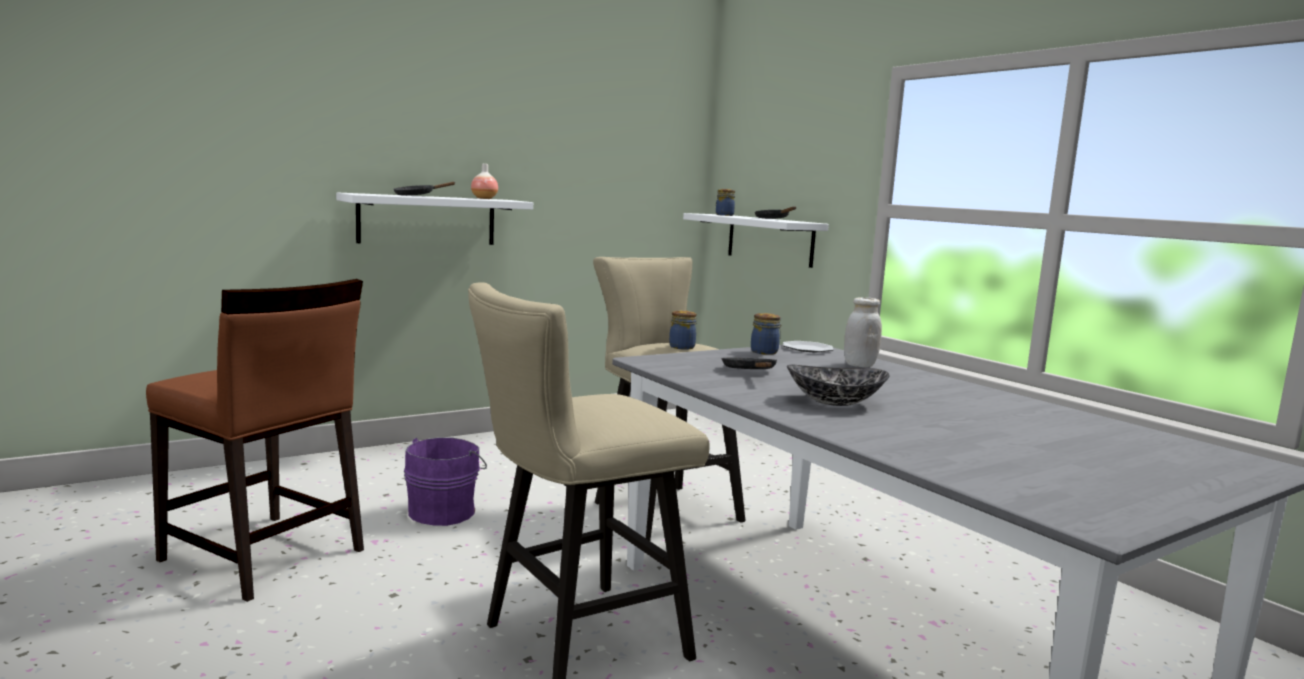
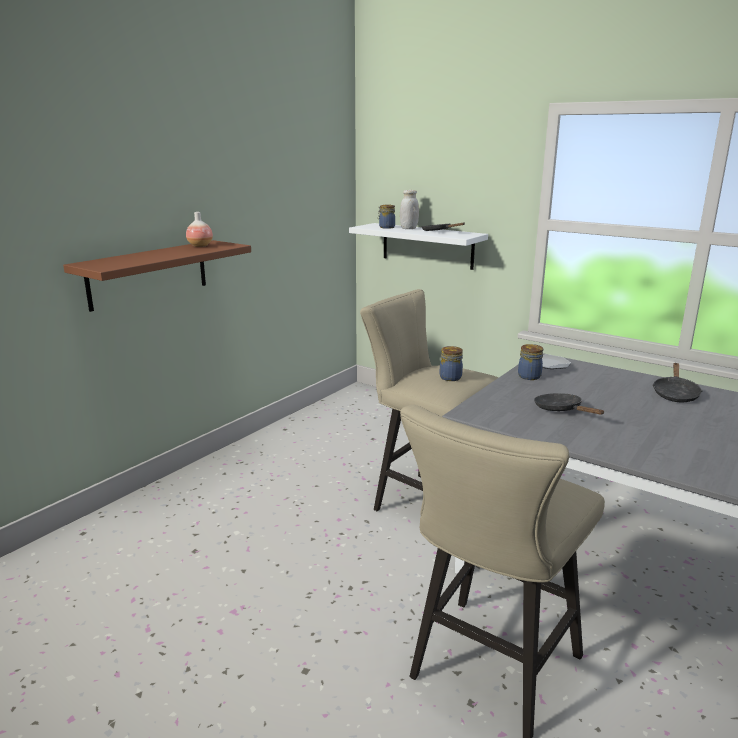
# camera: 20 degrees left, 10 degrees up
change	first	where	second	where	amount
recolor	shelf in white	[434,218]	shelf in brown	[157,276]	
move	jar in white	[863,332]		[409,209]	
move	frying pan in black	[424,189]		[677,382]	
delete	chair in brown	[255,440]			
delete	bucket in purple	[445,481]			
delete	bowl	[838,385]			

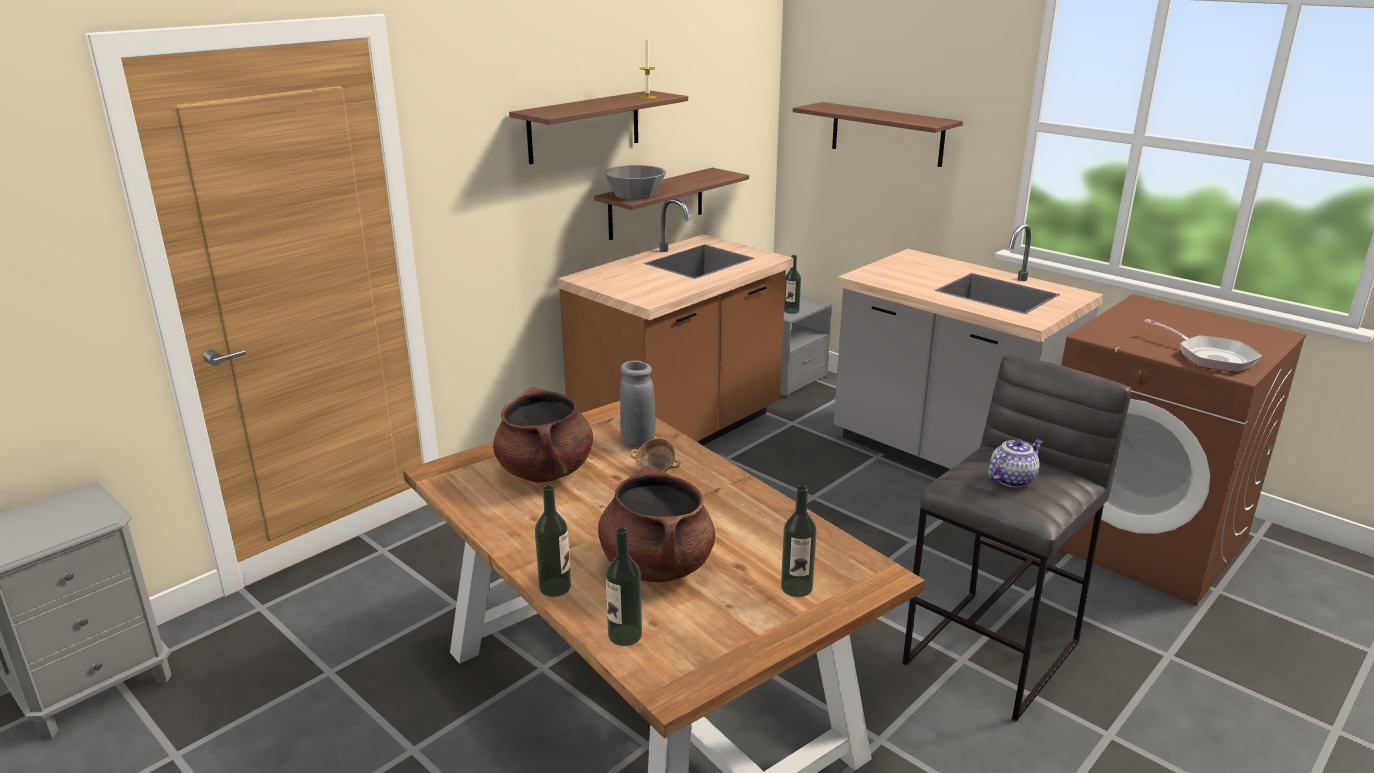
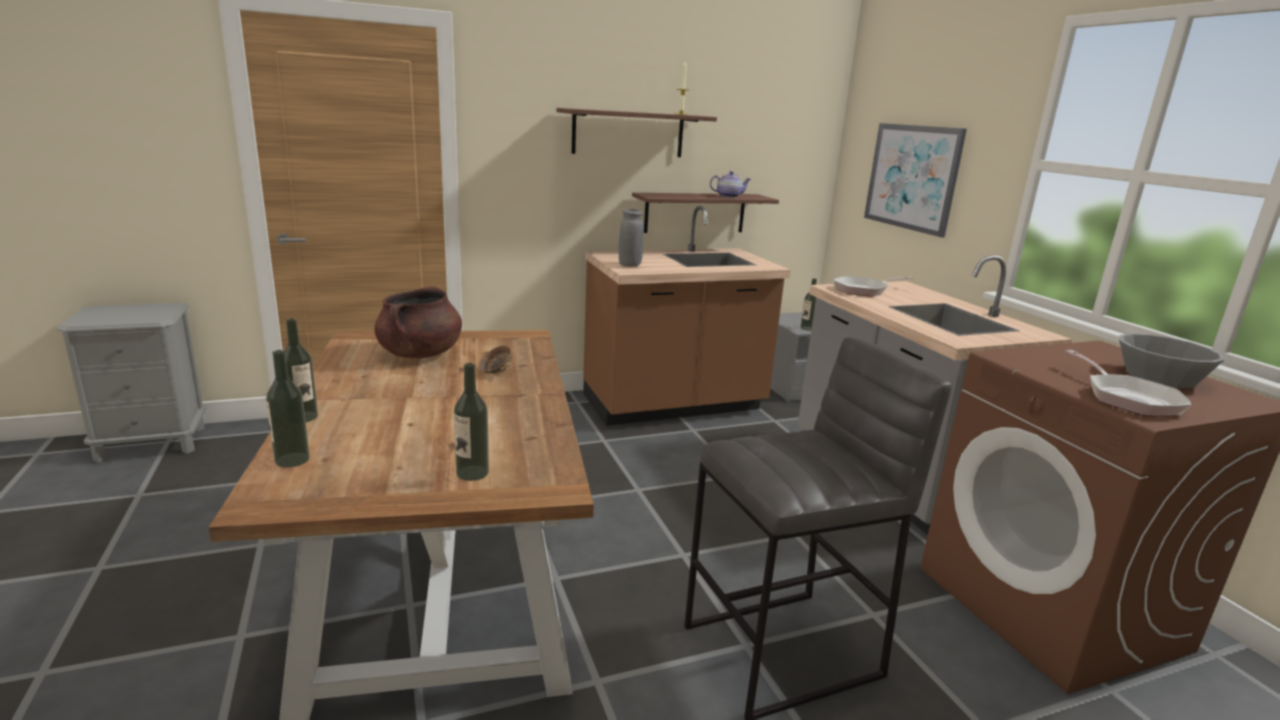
# camera: 25 degrees right, 5 degrees down
change	first	where	second	where	amount
move	vase in grey	[638,403]		[631,238]	
move	teapot	[1015,463]		[730,184]	
insert			frying pan	[873,286]	
replace	shelf	[878,134]	picture	[915,180]	
move	bowl in grey	[635,182]		[1172,360]	
delete	cooking pot in brown	[656,523]			

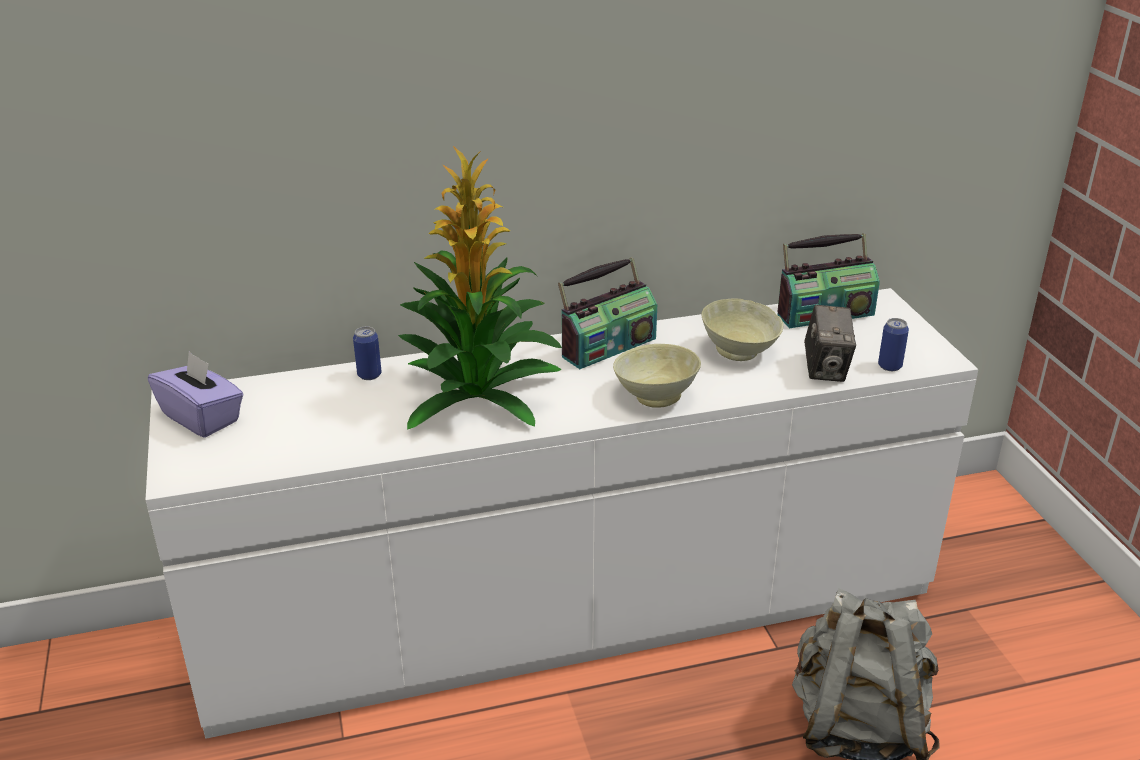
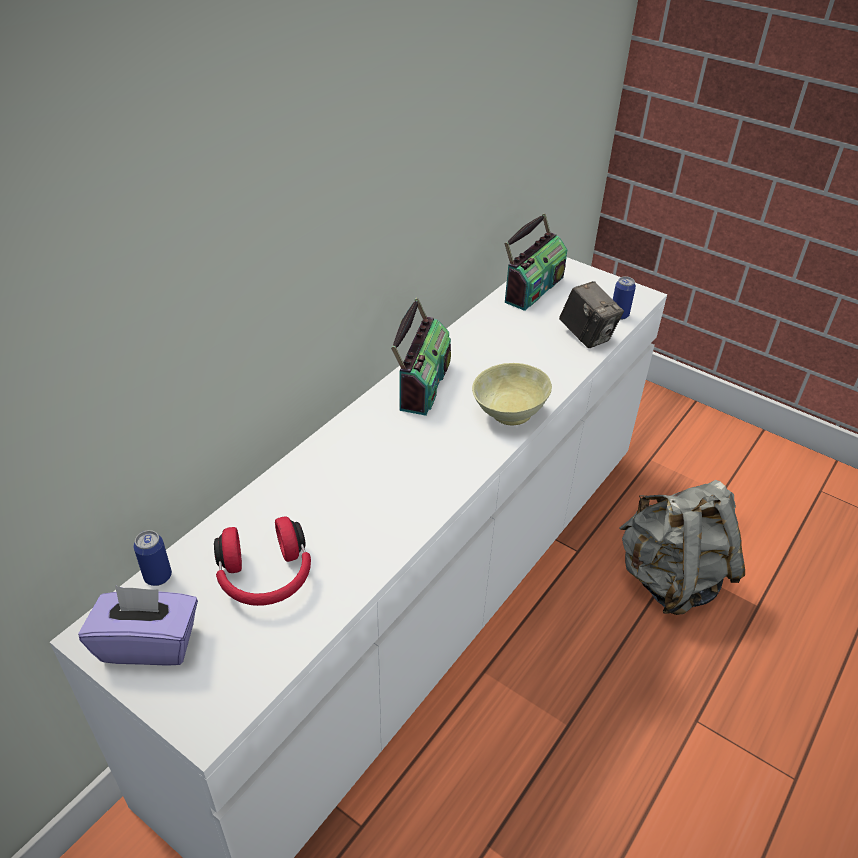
# camera: 40 degrees left, 10 degrees up
change	first	where	second	where	amount
move	can	[367,353]		[153,558]	
insert			headphones in red	[262,561]	
delete	potted plant	[480,288]			
delete	bowl in beige	[742,329]			

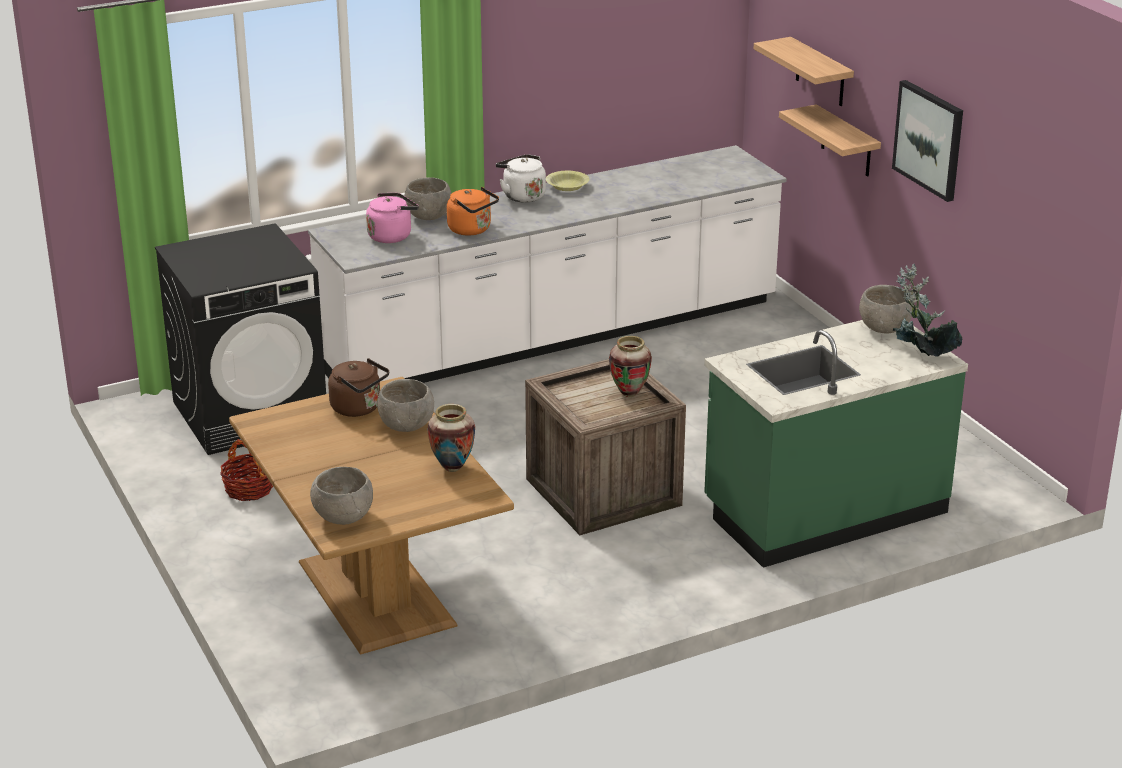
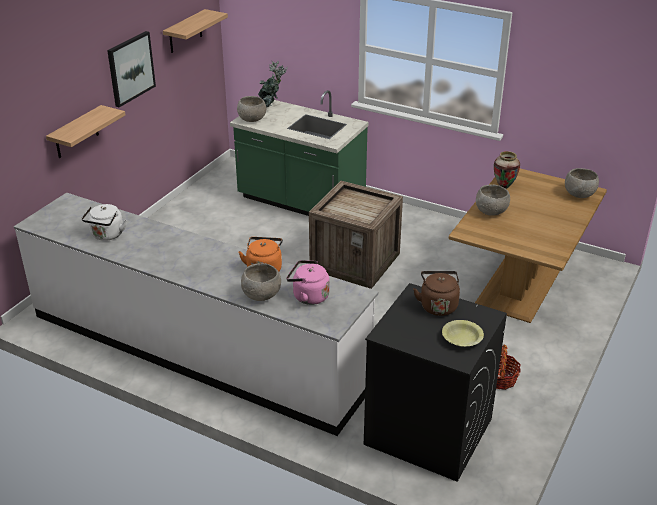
# camera: 125 degrees left, 5 degrees up
change	first	where	second	where	amount
move	kettle in white	[521,178]		[104,222]	
move	shelf	[804,71]		[195,31]	
move	kettle in brown	[358,387]		[436,293]	
move	bowl in yellow	[567,181]		[463,333]	
delete	vase	[630,366]			

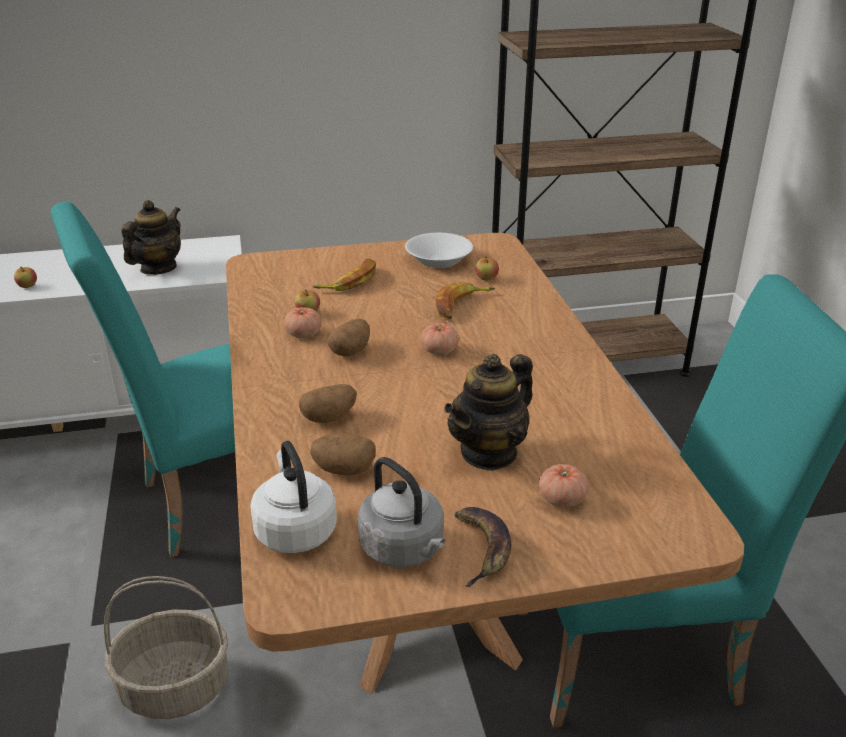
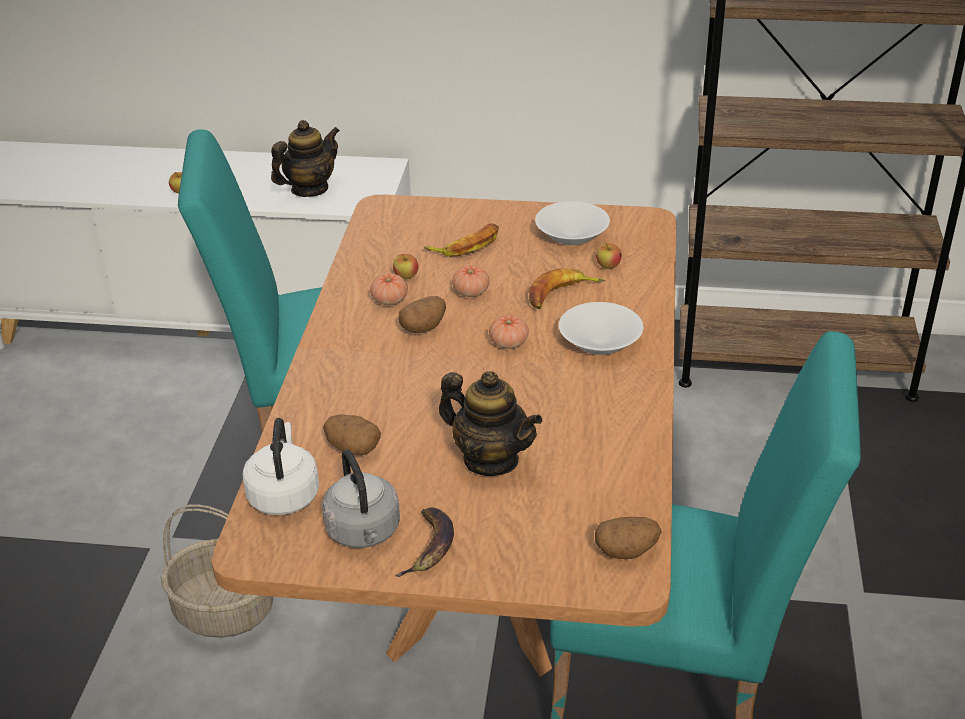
# camera: 20 degrees right, 5 degrees up
change	first	where	second	where	amount
rotate	teapot	[488,412]		[491,423]	120 degrees counterclockwise
move	tomato	[564,485]		[471,281]	
insert			bowl in white	[601,328]	
move	potato	[328,403]		[628,538]	

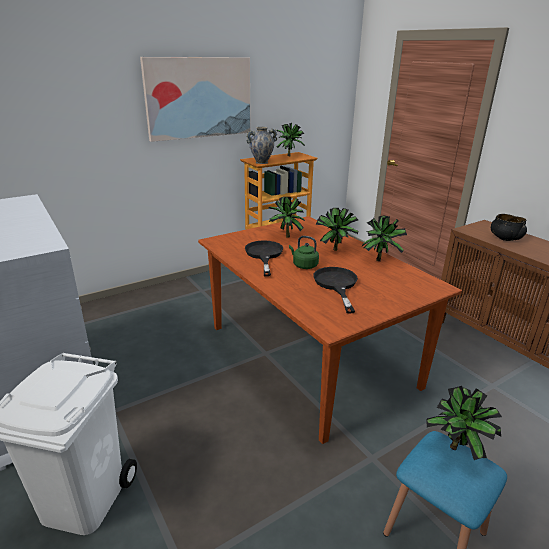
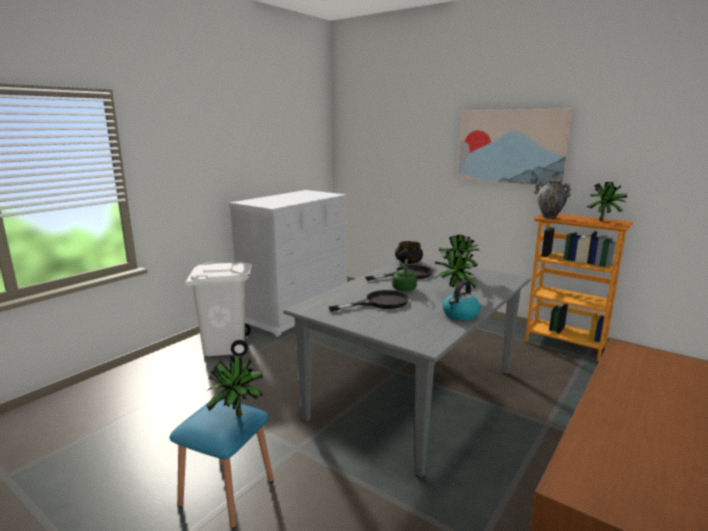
# camera: 70 degrees right, 10 degrees down
change	first	where	second	where	amount
recolor	dining table in brown	[330,330]	dining table in grey	[407,367]	
move	bowl in black	[509,227]		[409,252]	
replace	potted plant	[384,238]	kettle	[461,301]	

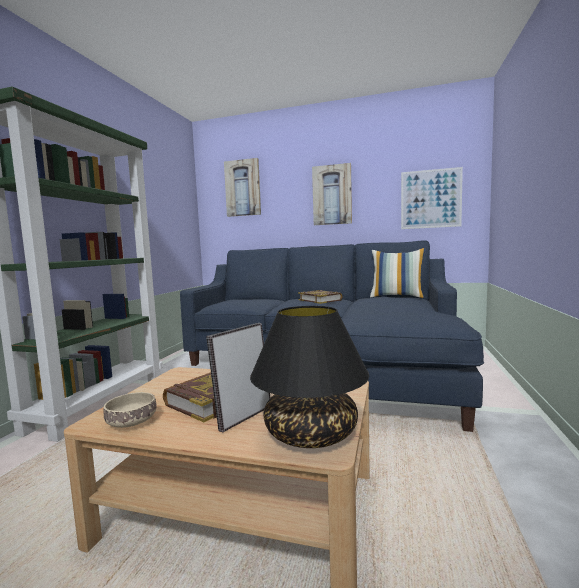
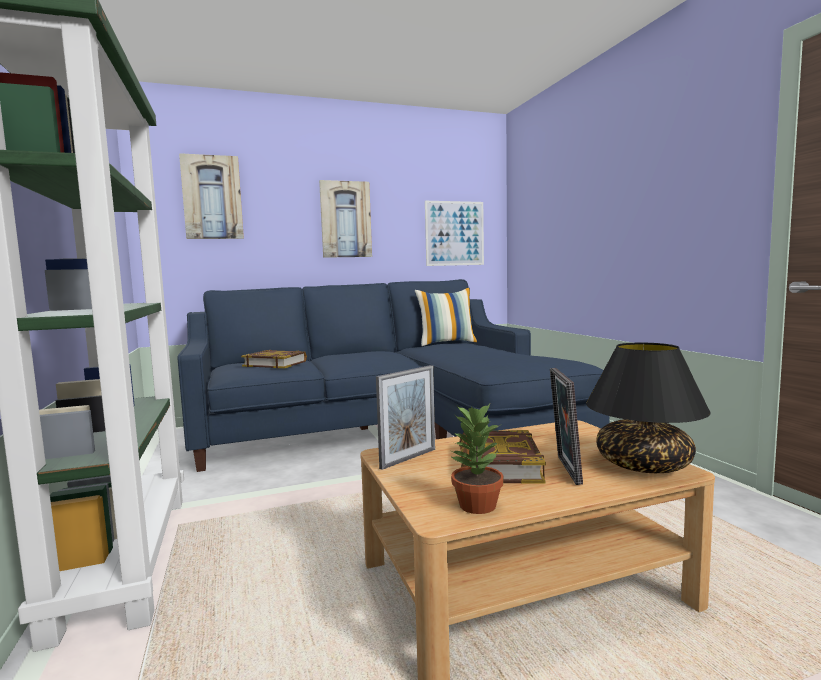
# camera: 35 degrees left, 0 degrees up
change	first	where	second	where	amount
move	book	[320,297]		[274,359]	
insert			picture frame	[405,417]	
replace	bowl in beige	[130,410]	potted plant	[477,459]	

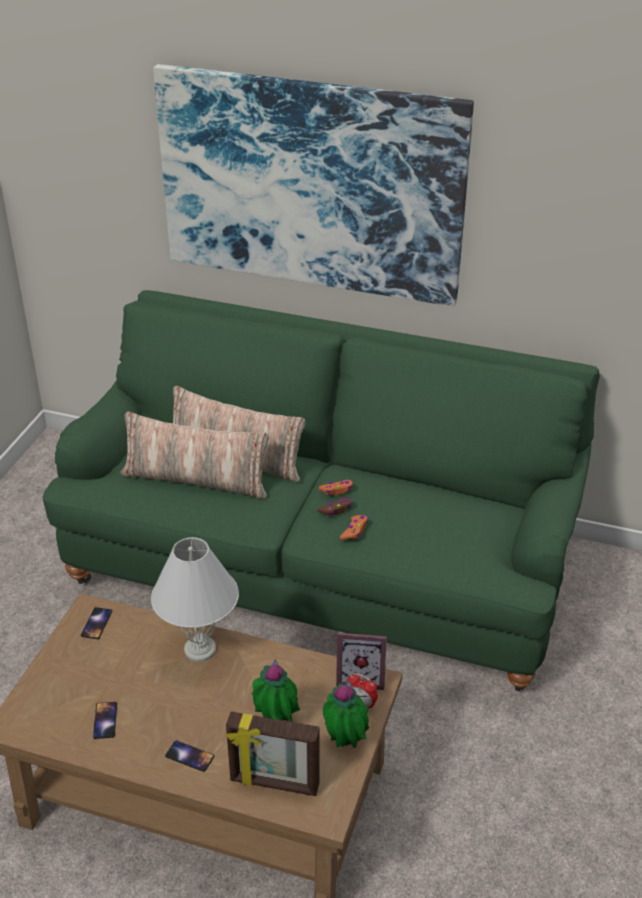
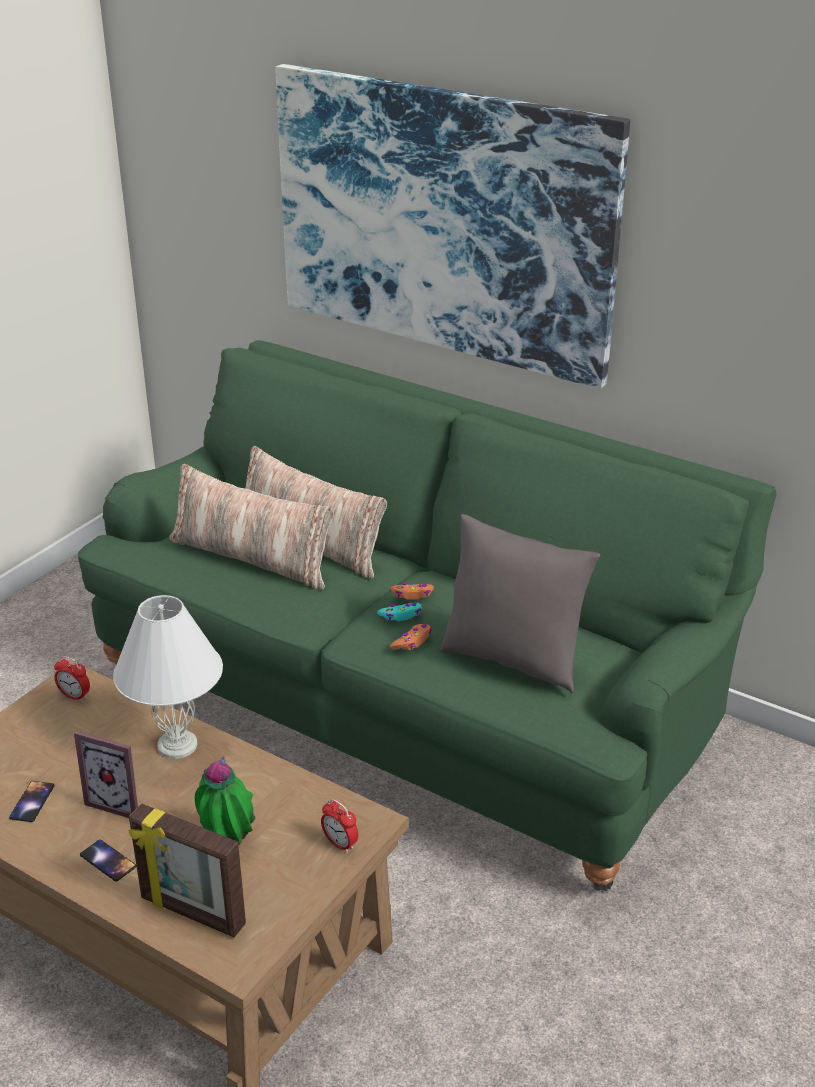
# camera: 15 degrees right, 5 degrees down
change	first	where	second	where	amount
replace	phone	[96,623]	alarm clock	[72,678]	
move	picture frame	[361,661]		[106,774]	
recolor	game controller in brown	[334,506]	game controller in turquoise	[399,612]	
insert			pillow in grey	[520,603]	
delete	potted plant	[346,714]			

